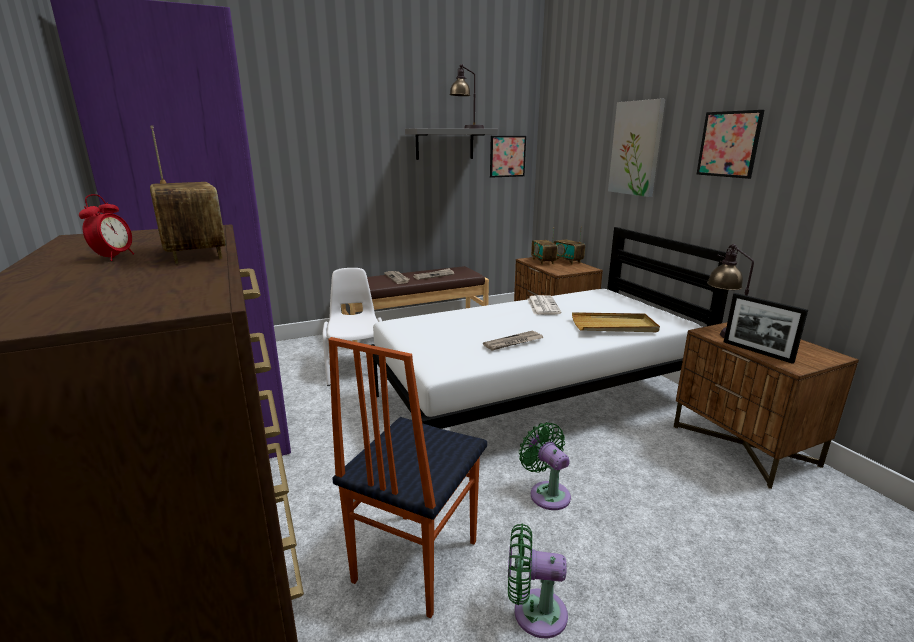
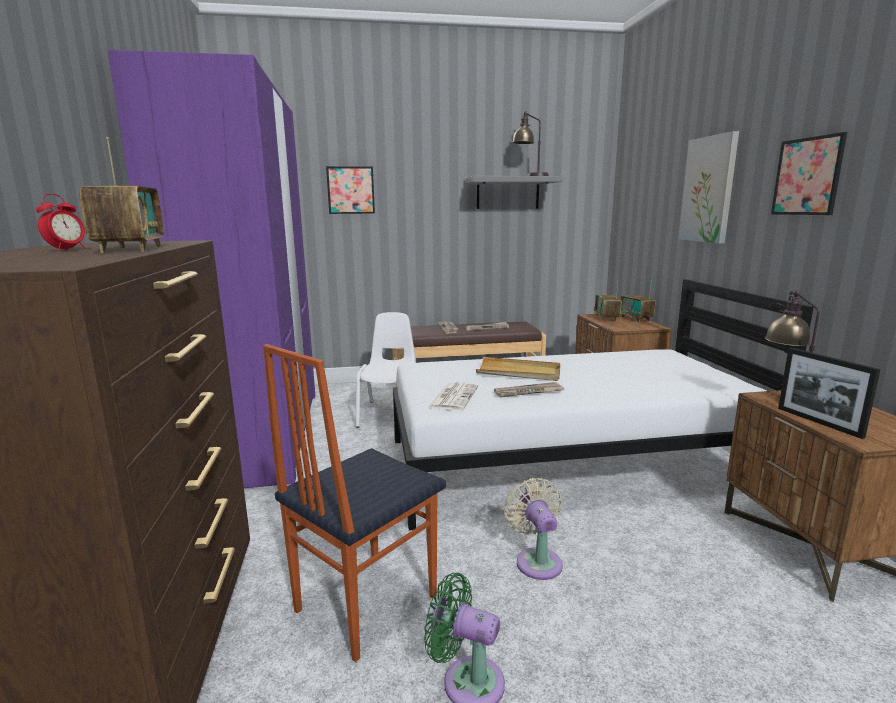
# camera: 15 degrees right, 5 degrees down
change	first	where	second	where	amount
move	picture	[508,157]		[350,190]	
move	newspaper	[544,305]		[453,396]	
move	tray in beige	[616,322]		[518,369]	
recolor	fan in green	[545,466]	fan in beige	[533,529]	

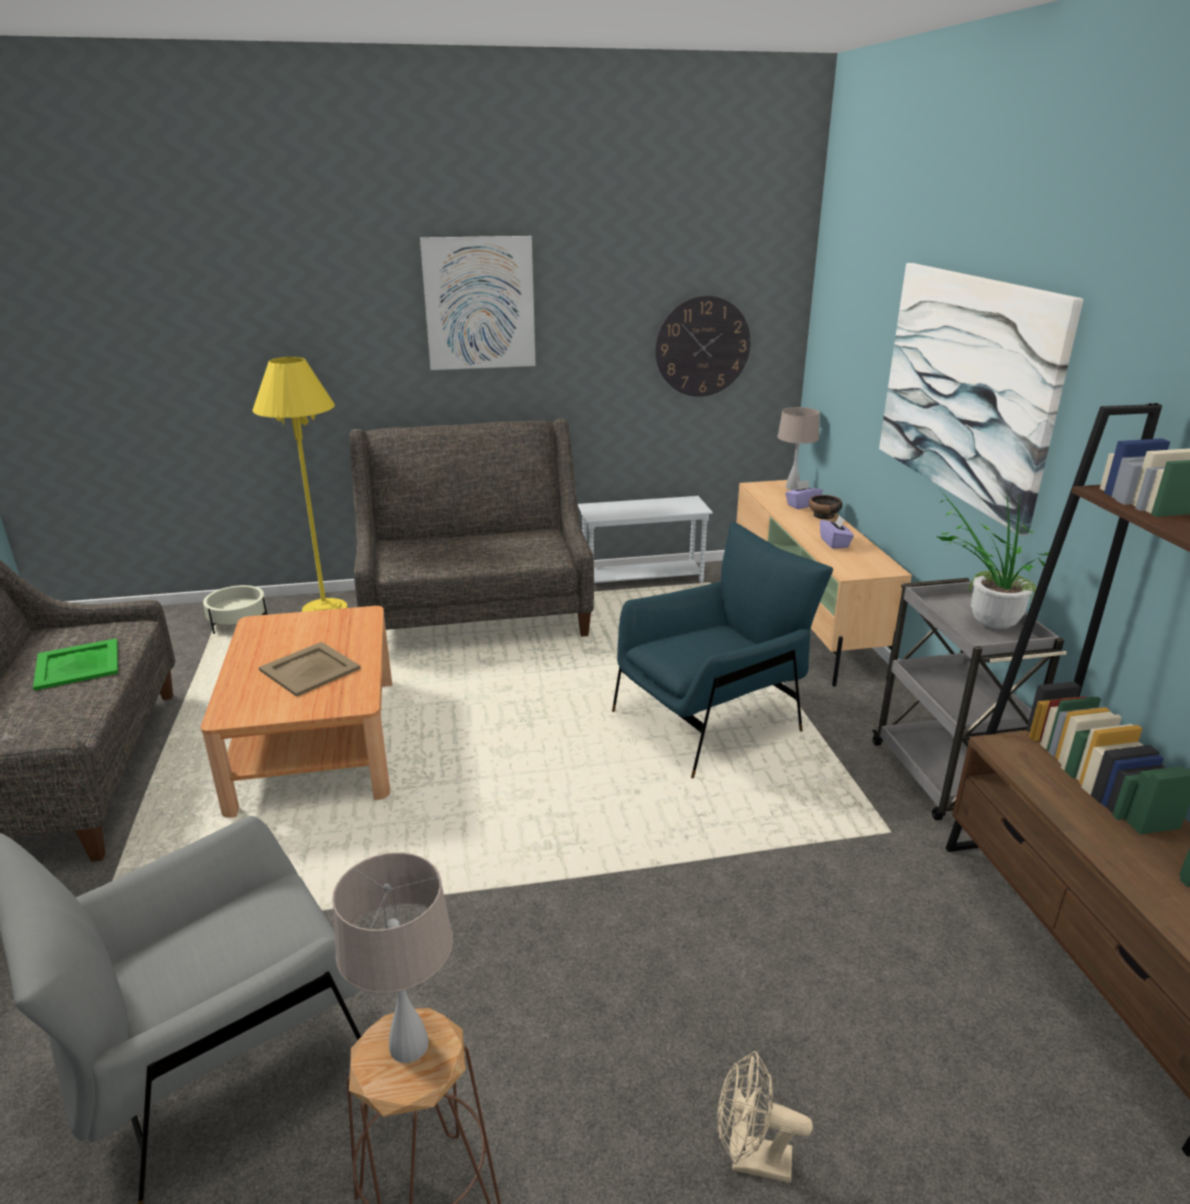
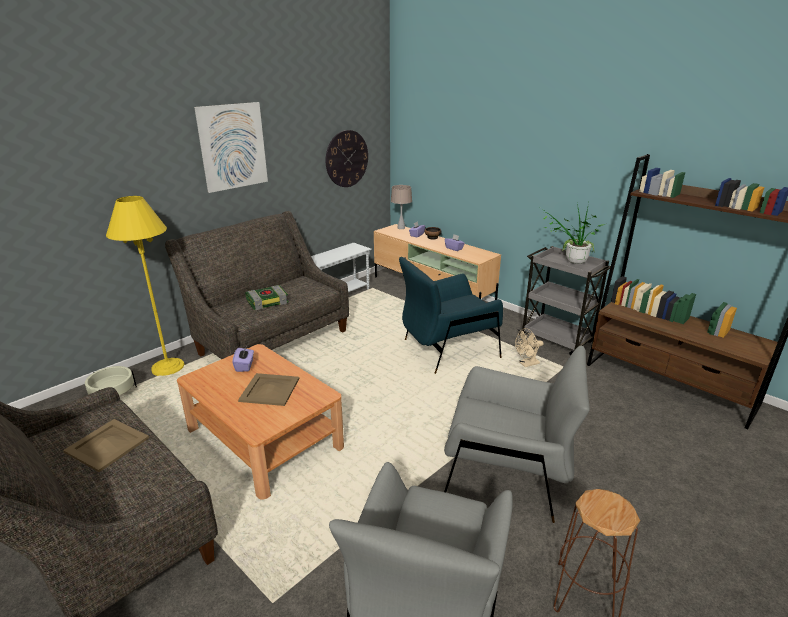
# camera: 35 degrees left, 0 degrees up
change	first	where	second	where	amount
recolor	tray in green	[75,664]	tray in beige	[106,445]	
insert			tissue box in purple	[243,360]	
insert			book	[266,297]	
rotate	armchair in blue	[722,650]		[451,315]	135 degrees counterclockwise
insert			armchair in grey	[517,434]	
move	fan in beige	[765,1117]		[529,347]	
delete	table lamp in beige	[392,957]			
delete	picture	[981,399]			

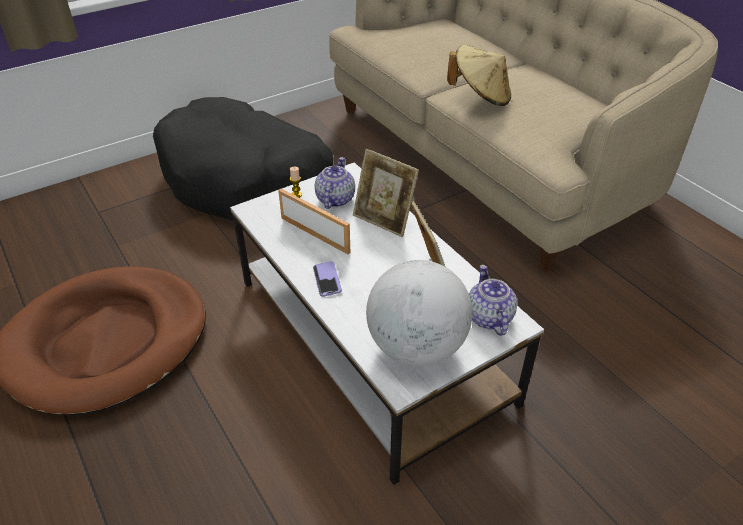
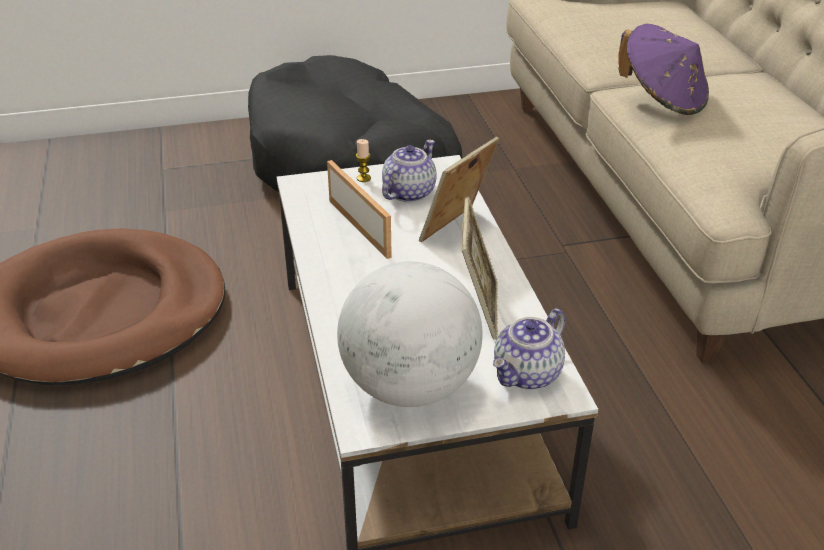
# camera: 20 degrees right, 5 degrees down
change	first	where	second	where	amount
rotate	picture frame	[386,193]		[459,189]	75 degrees clockwise
rotate	teapot	[493,300]		[529,349]	150 degrees counterclockwise
recolor	hat in beige	[479,75]	hat in purple	[663,69]	
delete	phone	[327,279]			

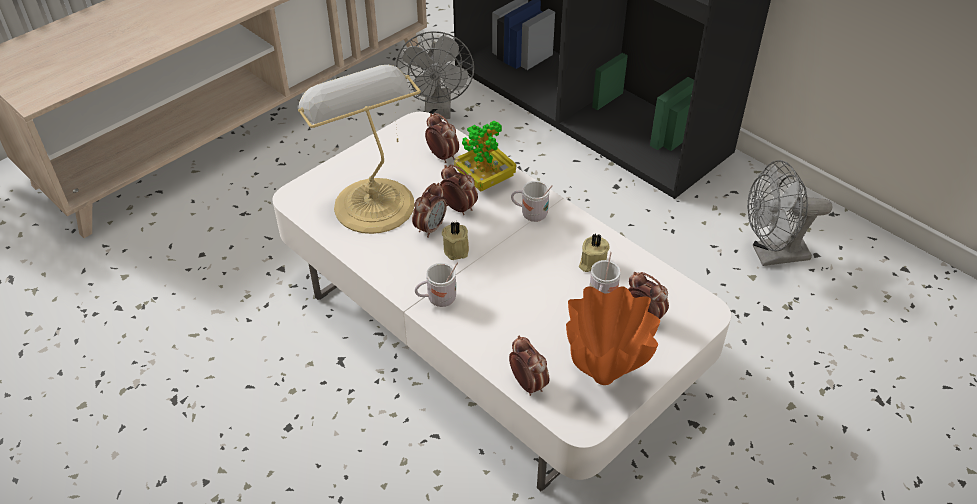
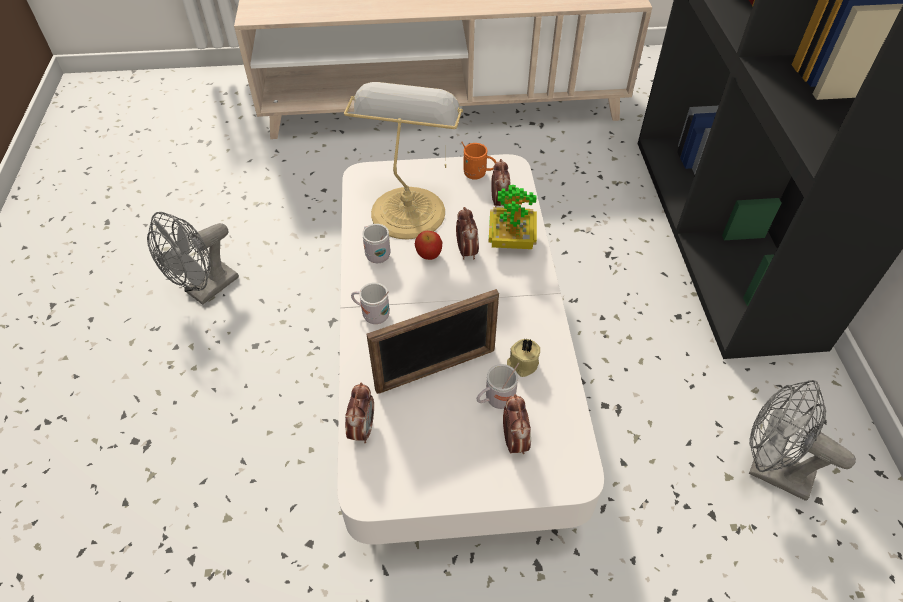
# camera: 40 degrees right, 5 degrees up
change	first	where	second	where	amount
move	fan in grey	[435,75]		[193,258]	
move	mug in white	[532,201]		[376,243]	
insert			picture frame	[432,341]	
replace	alarm clock	[429,210]	apple	[428,245]	
insert			mug in orange	[479,161]	
delete	candle in beige	[455,240]			
delete	vase in orange	[613,335]			

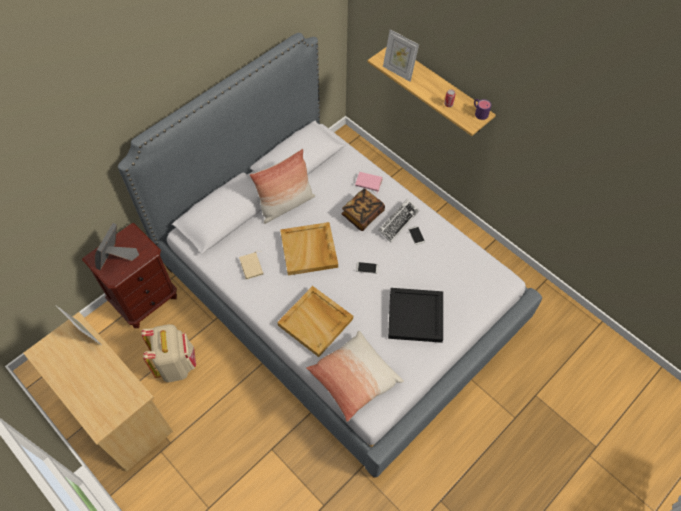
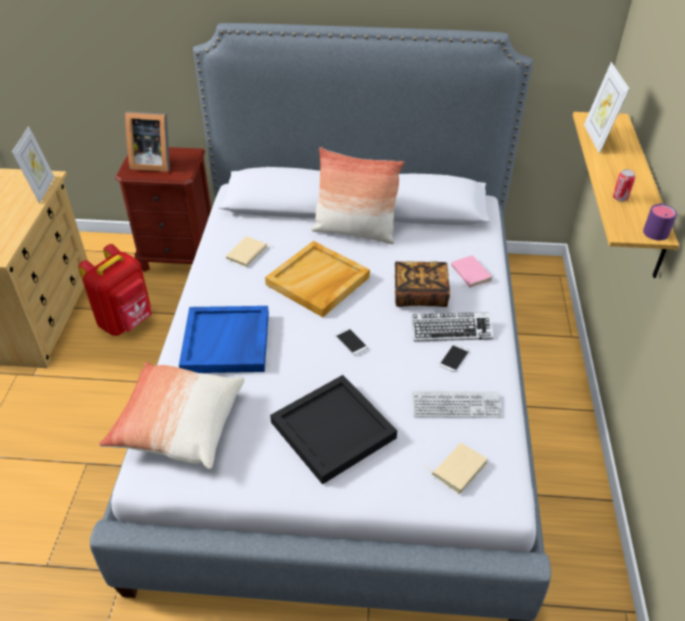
# camera: 50 degrees right, 15 degrees down
change	first	where	second	where	amount
recolor	backpack in beige	[168,353]	backpack in red	[115,290]	
rotate	picture frame	[117,246]		[147,141]	150 degrees counterclockwise
recolor	tray in beige	[315,321]	tray in blue	[224,339]	
insert			keyboard	[457,404]	
insert			book in beige	[455,468]	

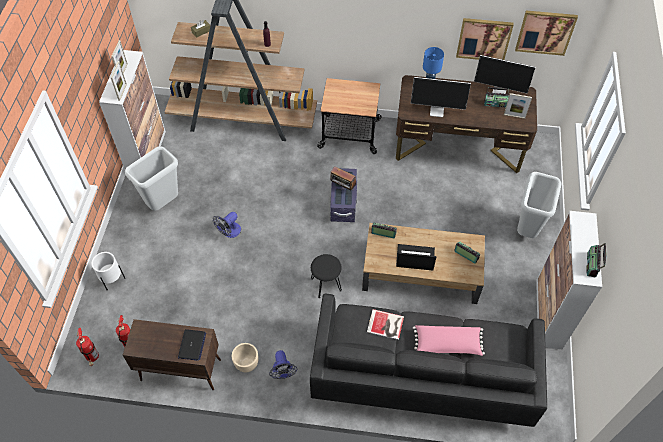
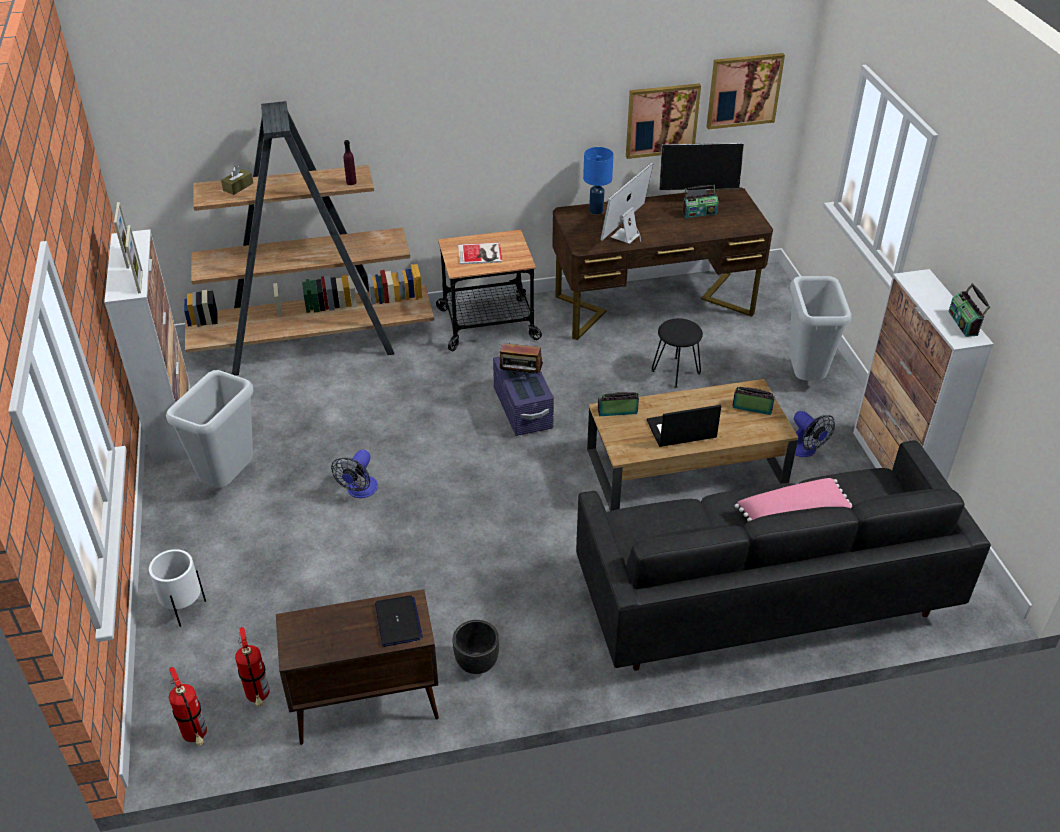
# camera: 20 degrees left, 15 degrees down
change	first	where	second	where	amount
recolor	planter in beige	[245,357]	planter in black	[475,647]	
move	book	[385,324]		[480,253]	
rotate	monitor	[441,97]		[626,203]	135 degrees clockwise
move	stool in black	[326,276]		[677,353]	
move	fan	[283,364]		[814,434]	
delete	picture frame	[518,106]			

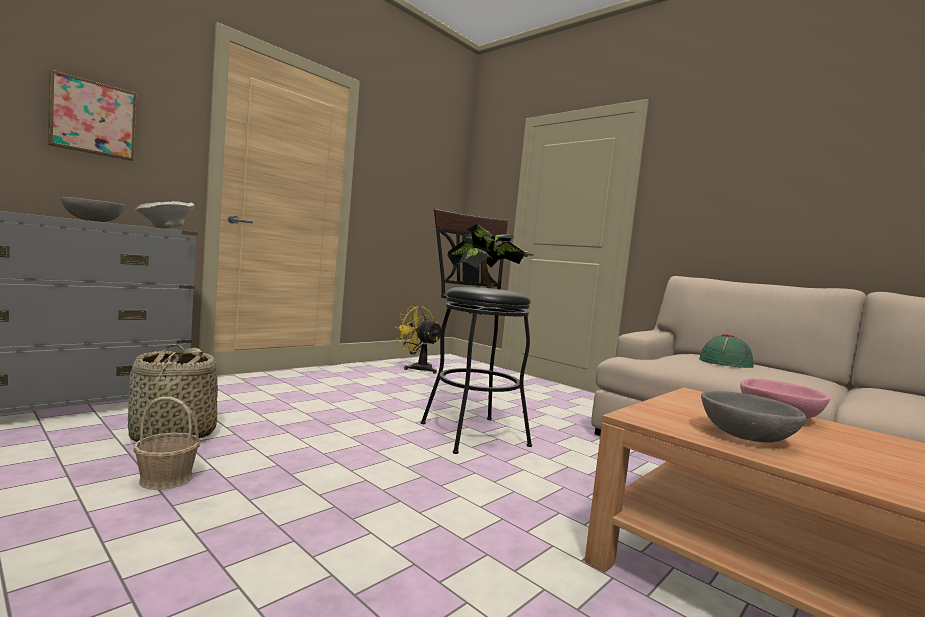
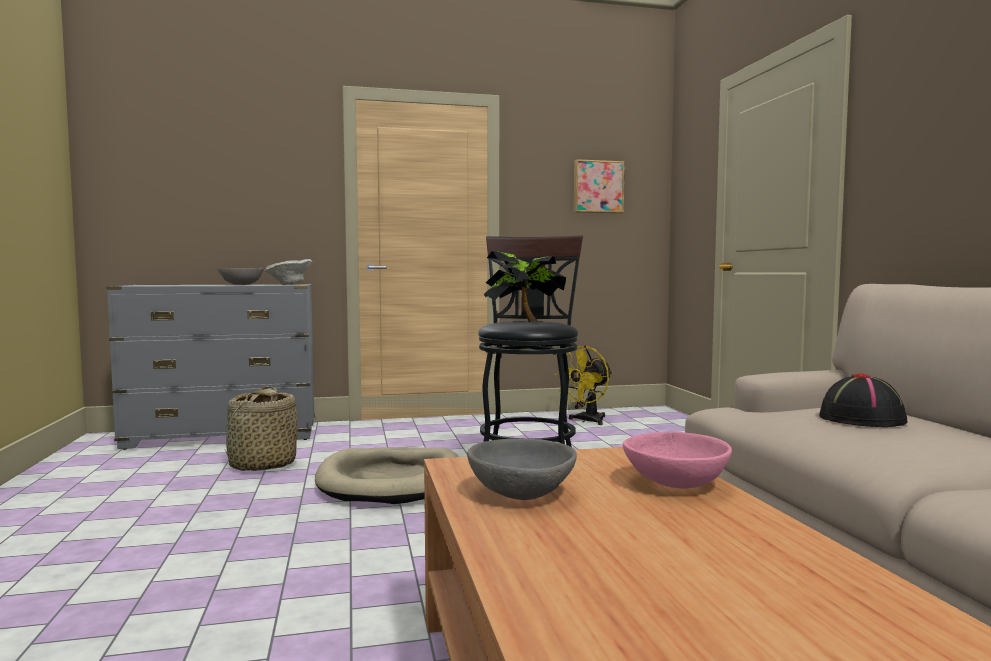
# camera: 35 degrees right, 0 degrees up
change	first	where	second	where	amount
insert			dog bed in beige	[387,475]	
rotate	fan in yellow	[418,340]		[583,385]	120 degrees counterclockwise
move	picture	[92,115]		[599,186]	
recolor	hat in green	[726,351]	hat in black	[863,400]	
delete	basket	[166,443]			

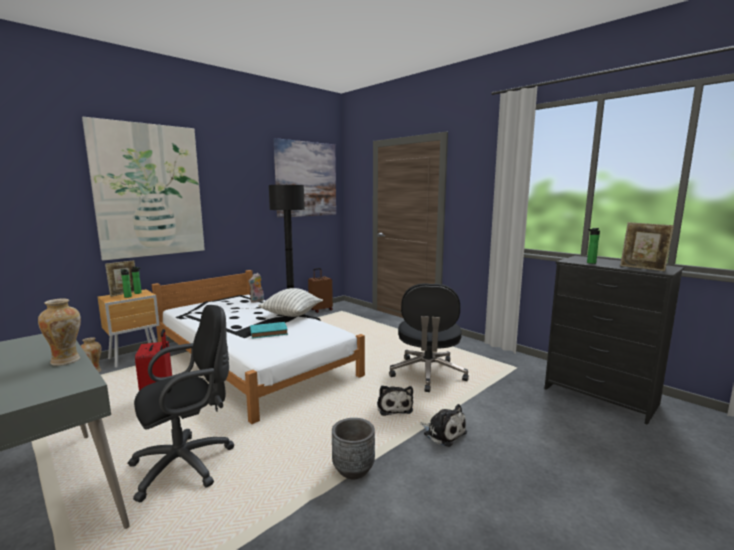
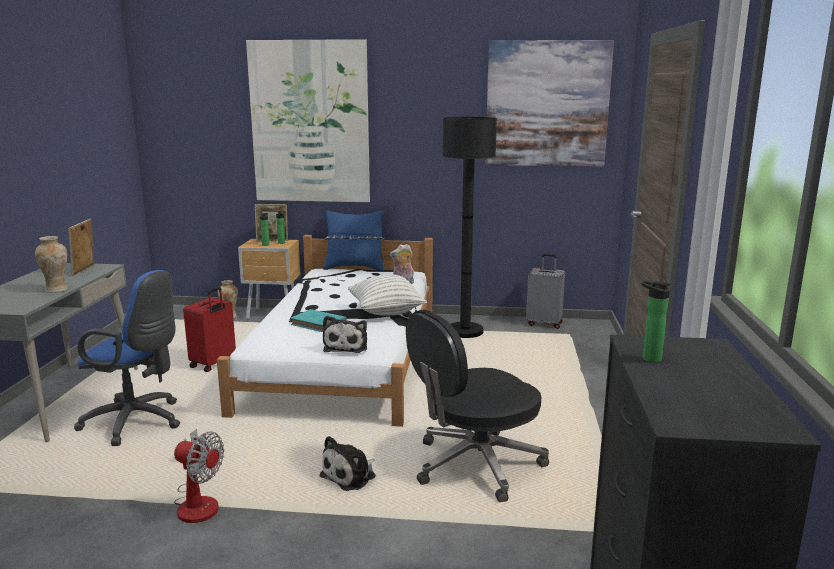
# camera: 50 degrees right, 5 degrees up
change	first	where	second	where	amount
move	picture frame	[647,246]		[81,247]	
recolor	office chair in black	[181,403]	office chair in blue	[127,358]	
replace	planter in grey	[353,448]	fan	[199,476]	
insert			pillow in blue	[354,240]	
move	plush toy	[443,425]		[345,334]	
recolor	suitcase in brown	[320,290]	suitcase in grey	[545,291]	

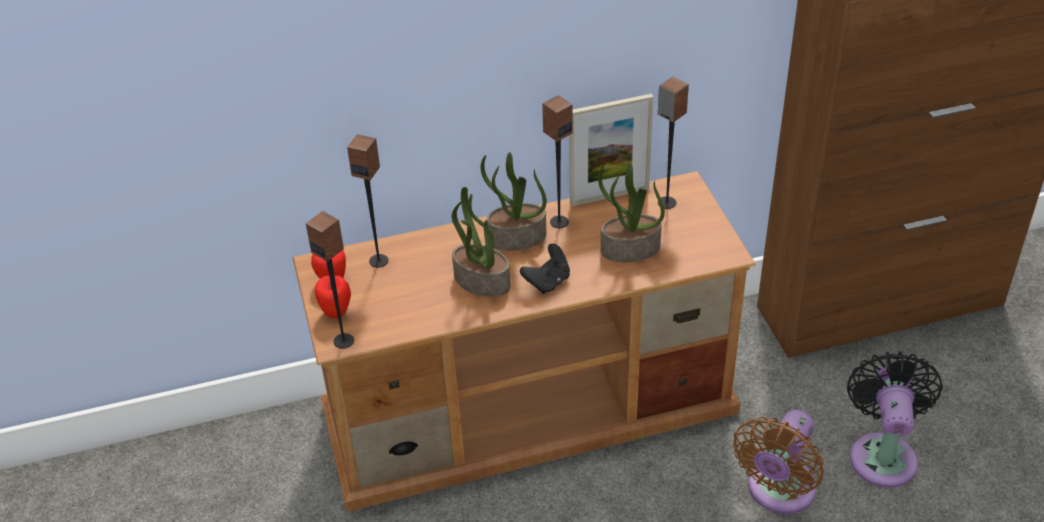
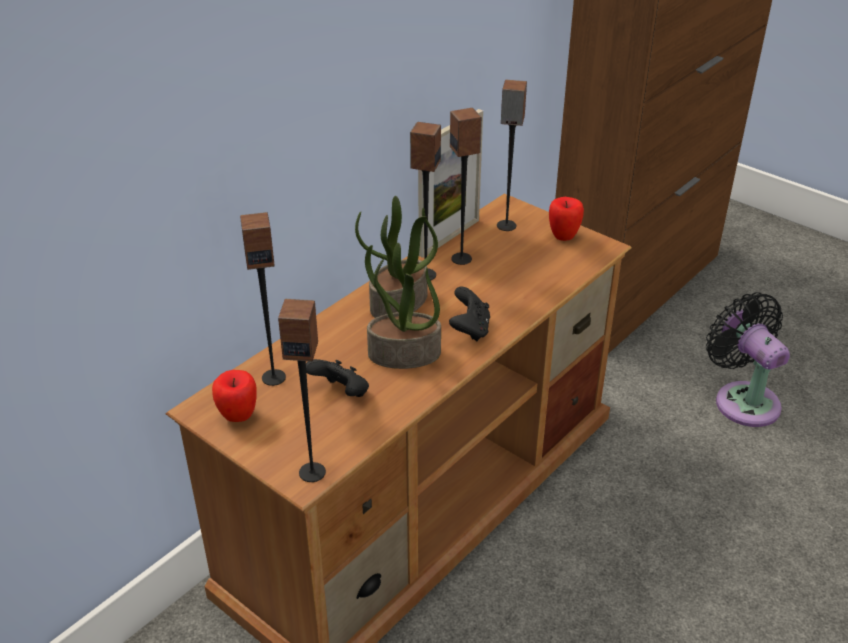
# camera: 35 degrees left, 5 degrees down
change	first	where	second	where	amount
insert			game controller in black	[337,378]	
insert			speaker	[466,186]	
move	apple	[333,296]		[566,219]	
delete	potted plant	[631,212]			
delete	fan in brown	[778,461]			

